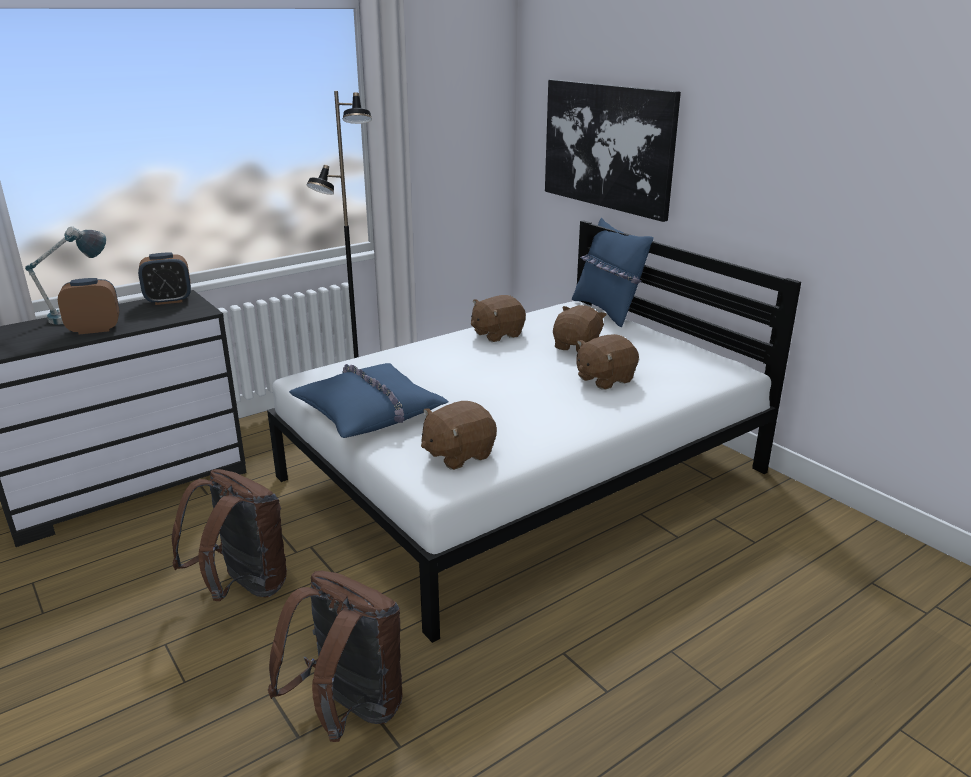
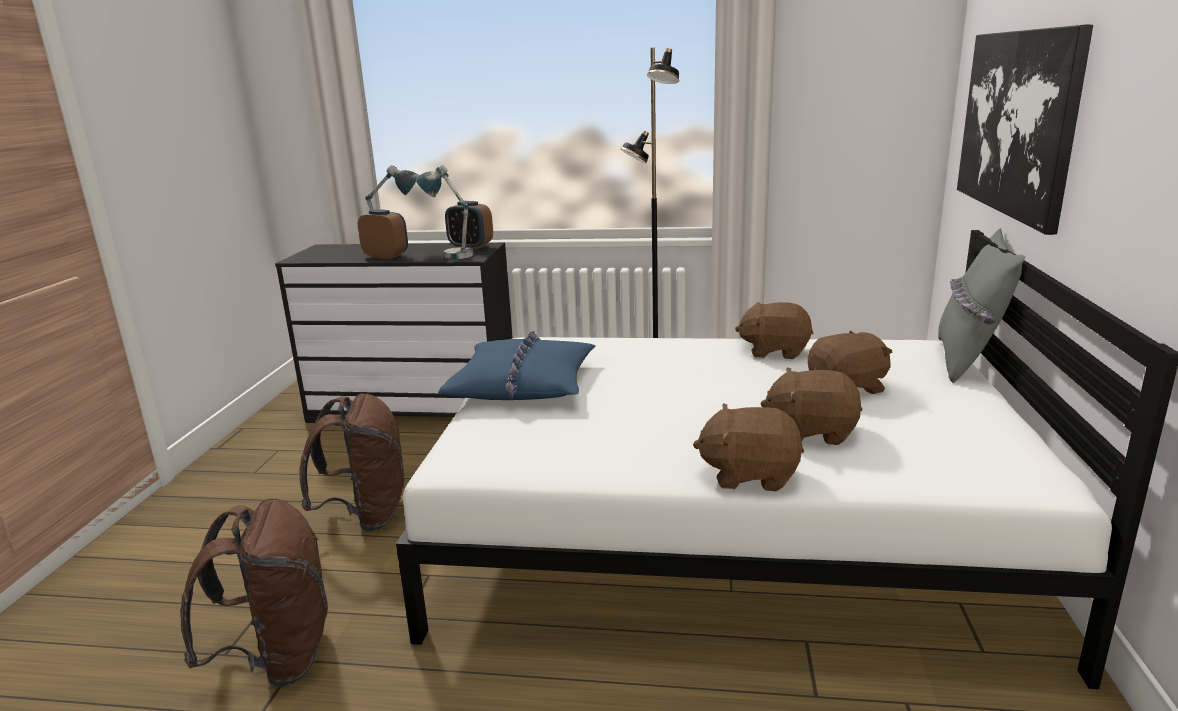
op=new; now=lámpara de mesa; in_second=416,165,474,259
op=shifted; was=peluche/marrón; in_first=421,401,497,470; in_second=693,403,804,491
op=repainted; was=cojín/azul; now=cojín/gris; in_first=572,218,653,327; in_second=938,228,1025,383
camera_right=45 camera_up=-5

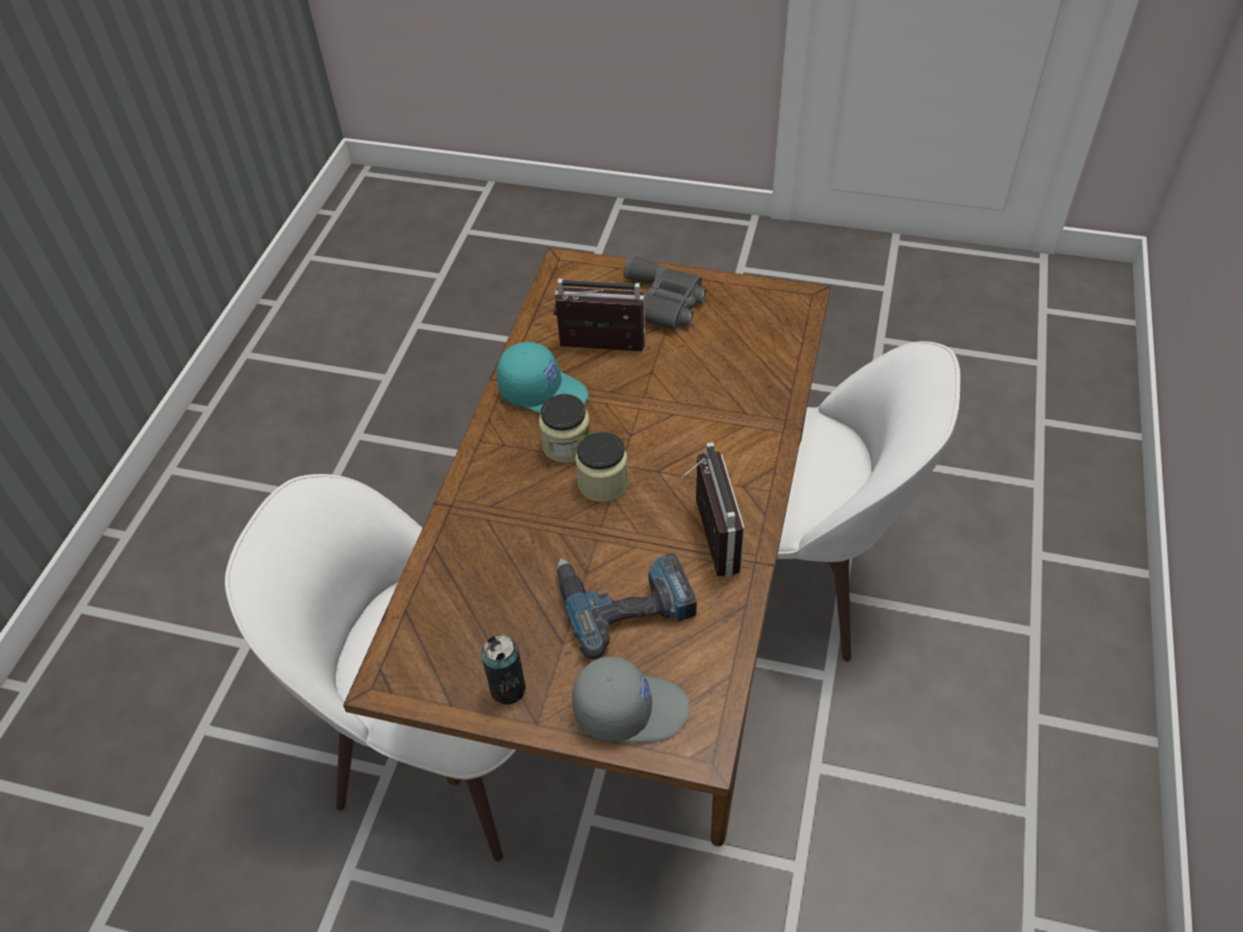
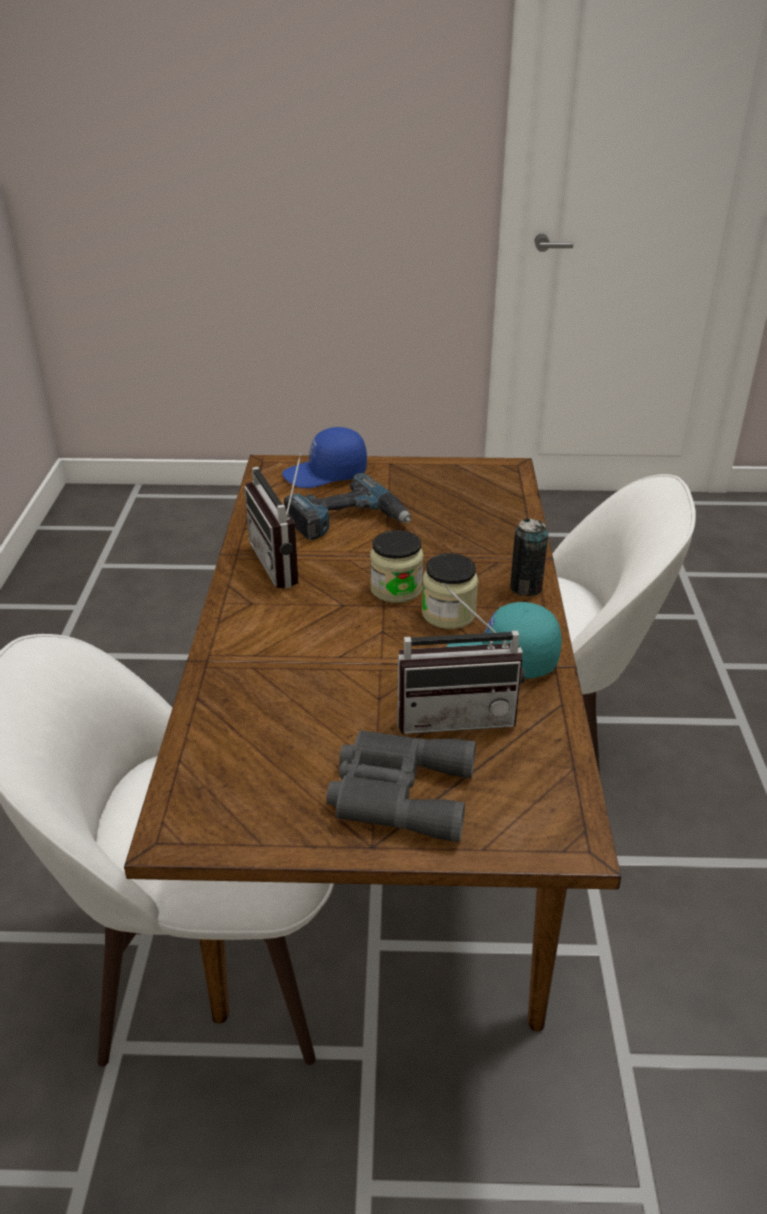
op=shifted; was=lata; in_first=481,634,526,704; in_second=510,518,548,596
op=repainted; was=gorra/gris; now=gorra/azul; in_first=572,656,689,742; in_second=282,427,367,488
camera_right=165 camera_up=-15

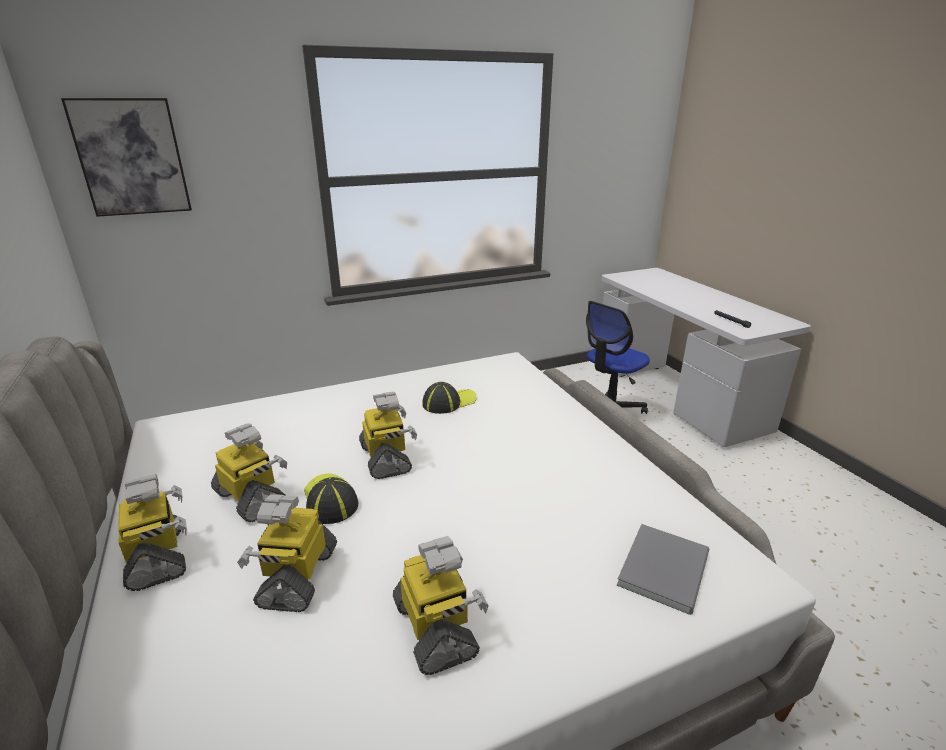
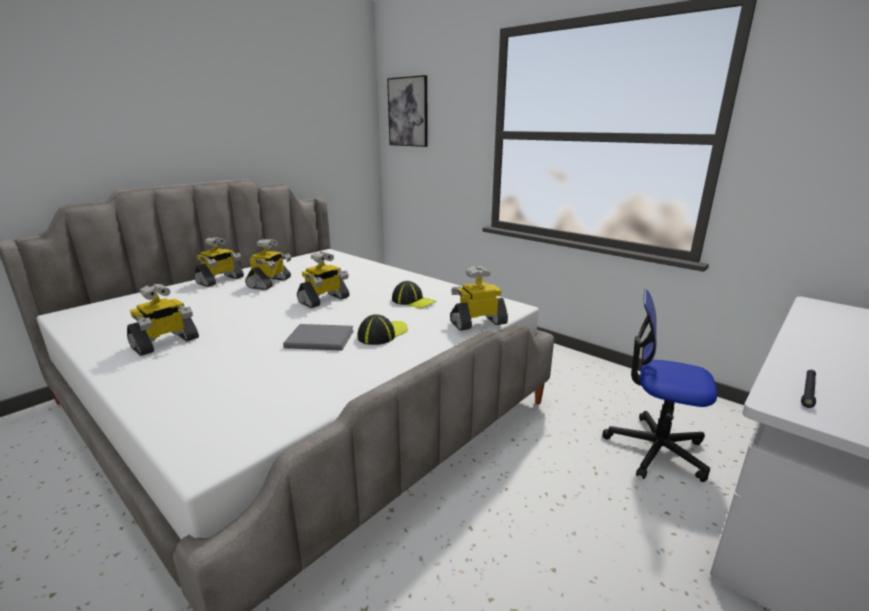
op=shifted; was=robot de juguete; in_first=238,494,337,612; in_second=450,266,508,331
op=shifted; was=gorra; in_first=304,473,358,524; in_second=357,314,408,345
op=shifted; was=libro/gris; in_first=617,524,709,615; in_second=283,324,353,351
camera_right=65 camera_up=-5

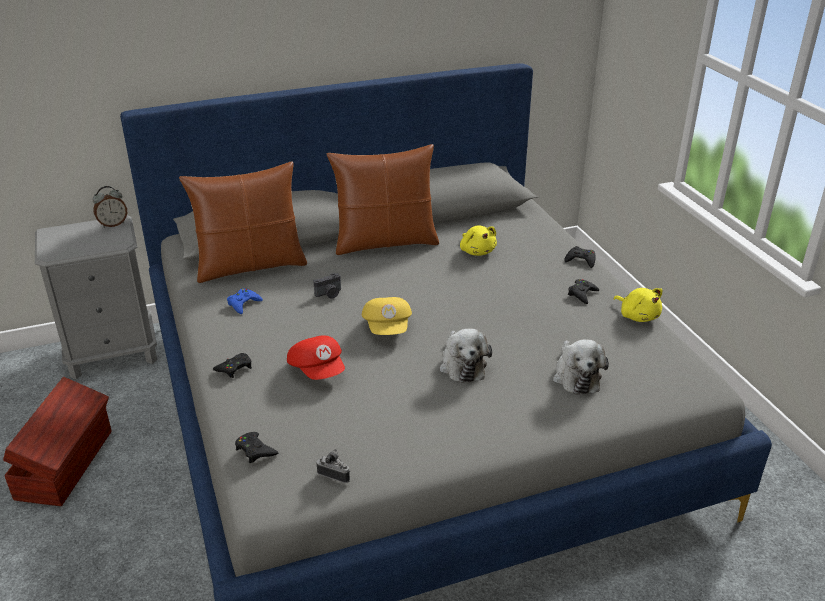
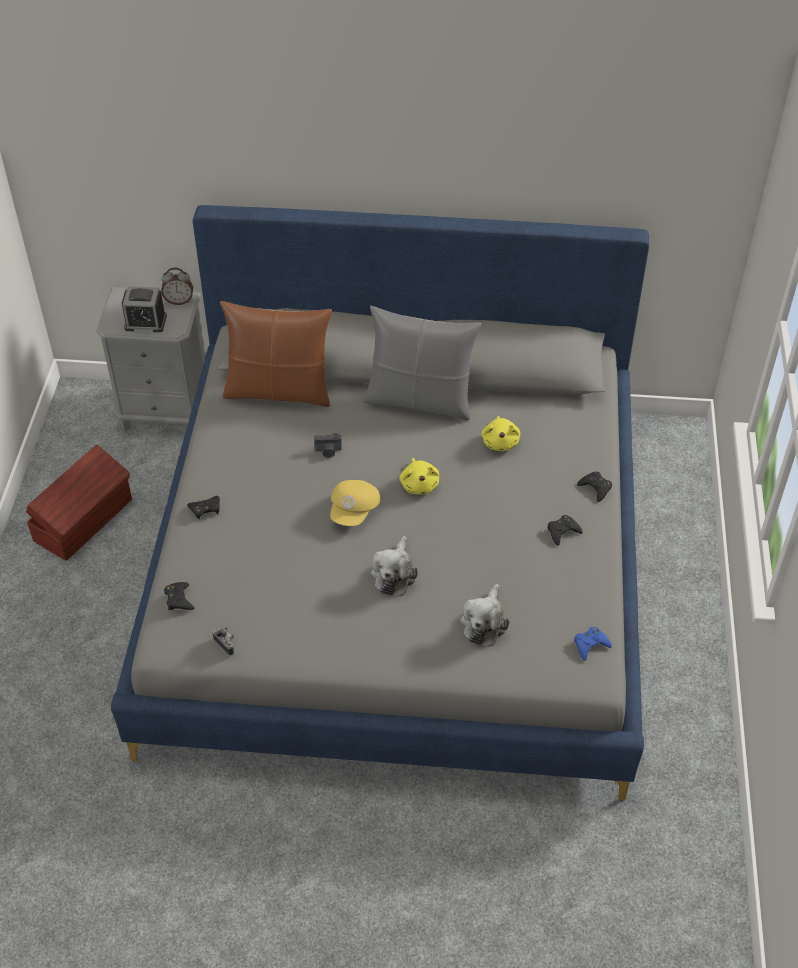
op=gone; was=gorra/rojo; in_first=287,335,345,380
op=new; now=despertador; in_second=122,286,167,332
op=shifted; was=mando de consola/azul; in_first=227,289,263,314; in_second=574,627,612,661
op=shifted; was=peluche/amarillo; in_first=614,288,663,322; in_second=399,458,439,495
op=repainted; was=cojín/marrón; now=cojín/gris; in_first=327,144,439,255; in_second=363,306,481,420
camera_right=25 camera_up=15

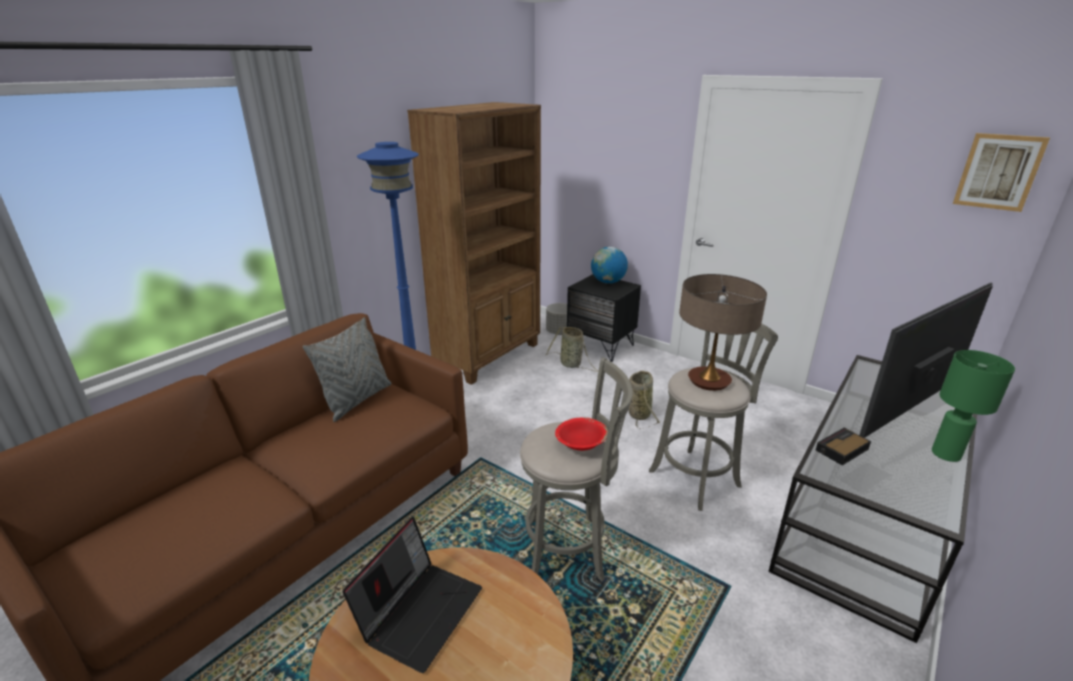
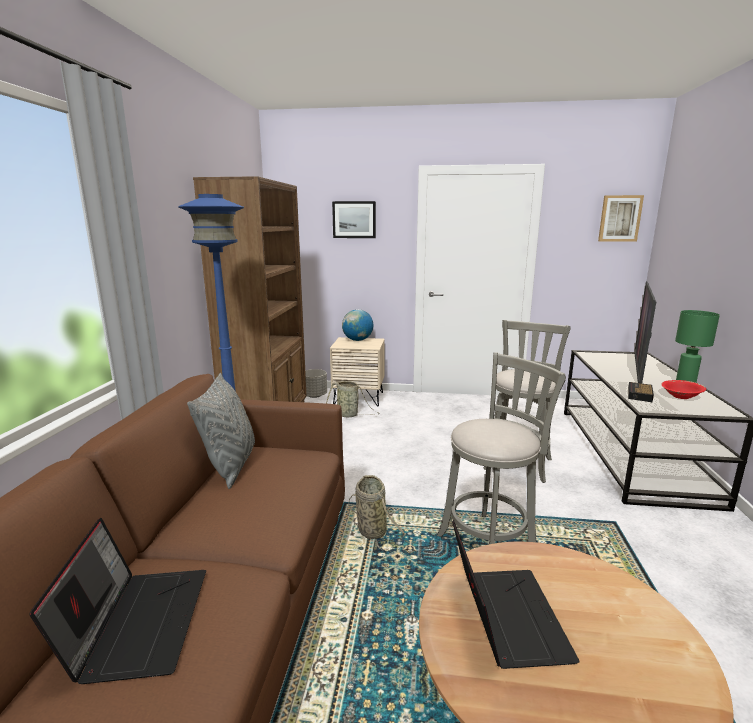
op=gone; was=lámpara de mesa; in_first=679,274,767,391
op=new; now=portátil; in_second=29,518,206,684
op=new; now=cuadro; in_second=332,201,376,238
op=shifted; was=cuenco/rojo; in_first=555,417,608,451; in_second=661,380,706,399
op=shifted; was=cesta; in_first=629,371,660,428; in_second=348,475,406,550
op=repainted; was=mesita de noche/negro; now=mesita de noche/beis; in_first=567,274,641,362; in_second=330,337,385,407
camera_right=-30 camera_up=-10

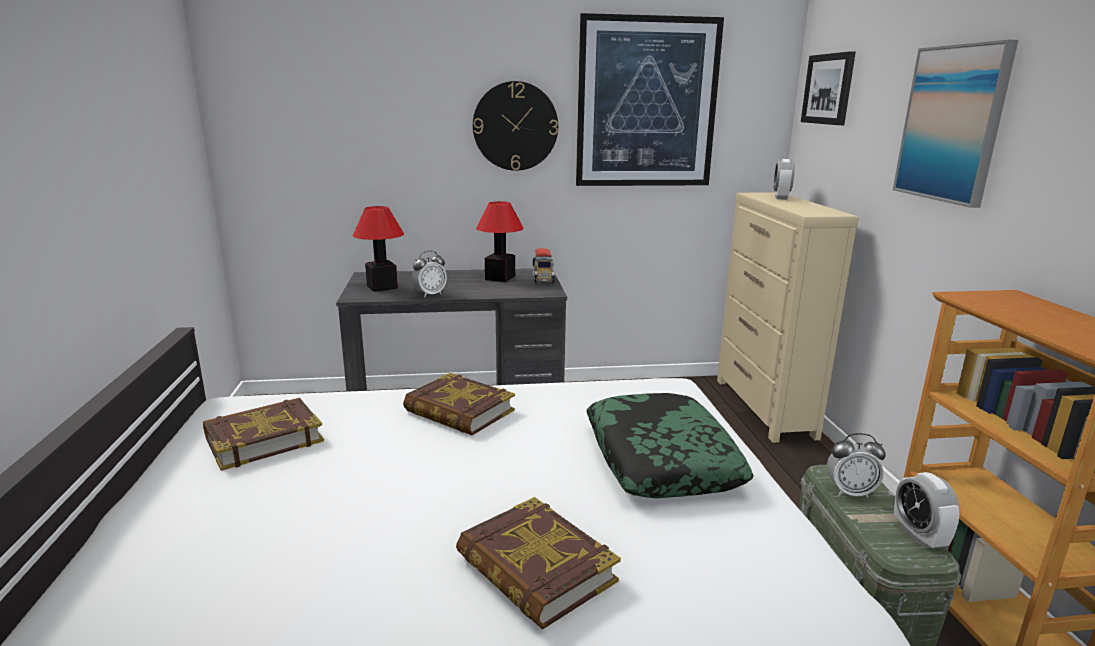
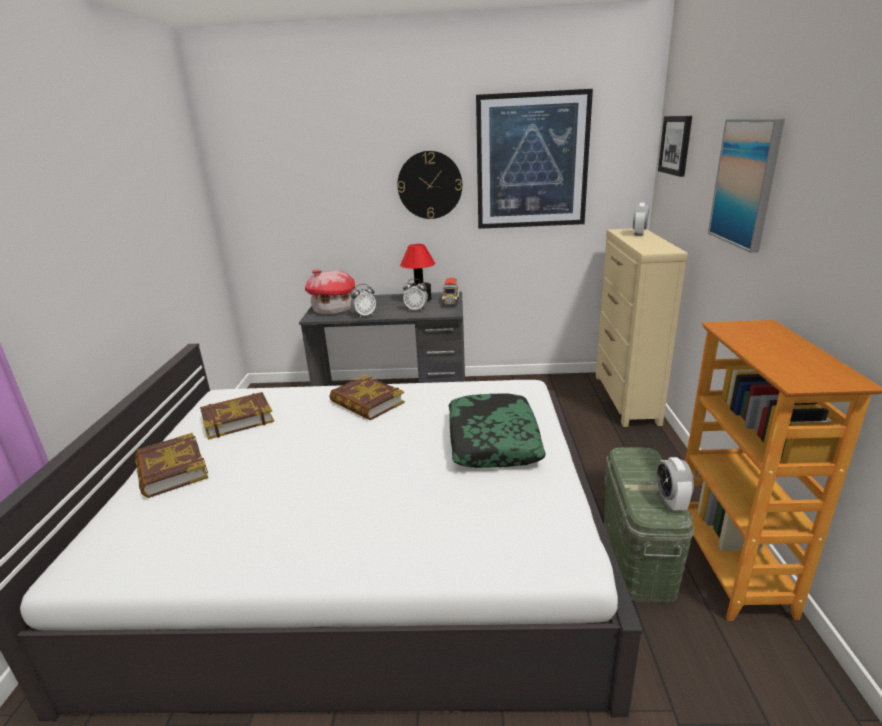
op=shifted; was=libro; in_first=456,497,621,630; in_second=135,433,208,498
op=shifted; was=despertador; in_first=827,433,886,498; in_second=403,279,428,311
op=swapped; was=lámpara de mesa; now=casita; in_first=353,206,404,292; in_second=305,269,355,314
camera_right=10 camera_up=5

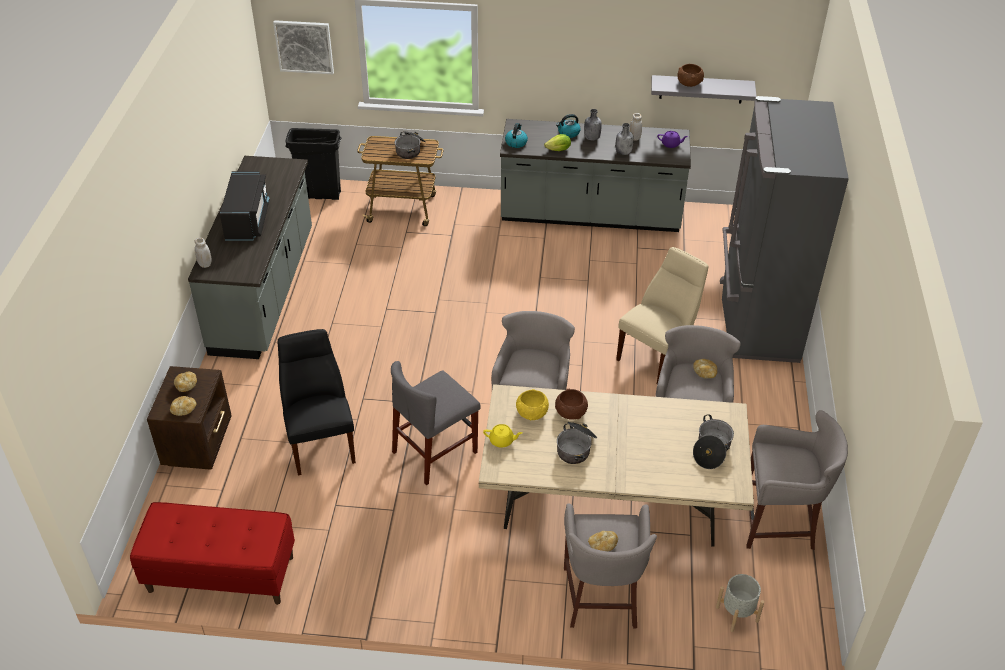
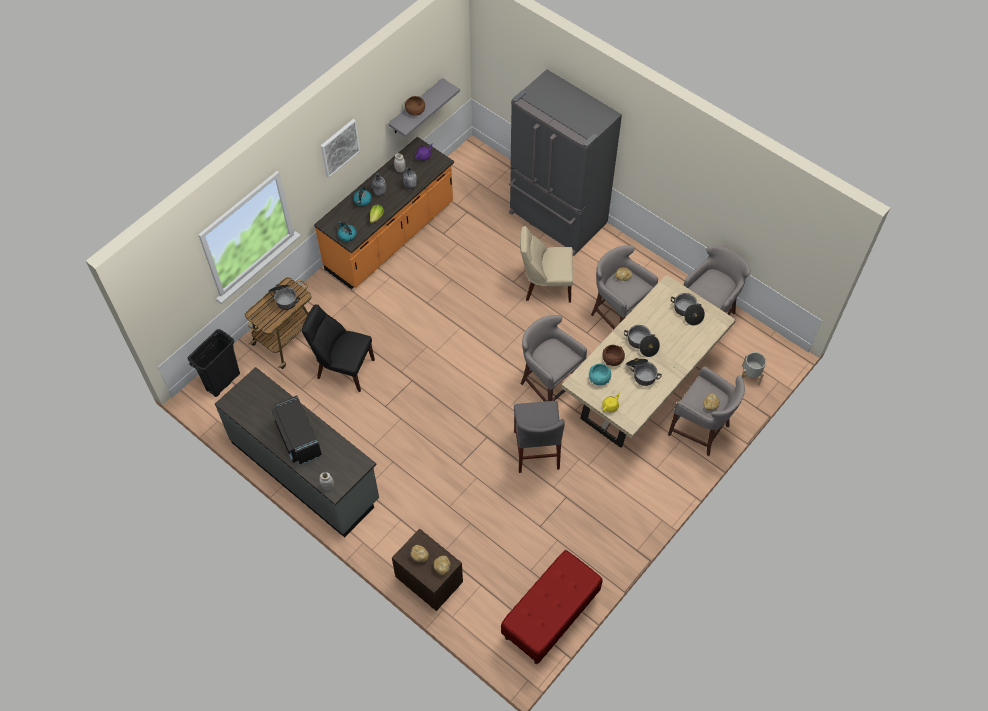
op=new; now=olla; in_second=624,325,660,357
op=shifted; was=cuadro; in_first=273,20,334,74; in_second=321,119,360,178
op=shifted; was=silla/negro; in_first=277,329,356,475; in_second=302,305,375,392
op=repainted; was=mueble bajo de cocina/gris; now=mueble bajo de cocina/naranja; in_first=500,119,691,232; in_second=314,137,454,289
op=repainted; was=cuenco/amarillo; now=cuenco/turquesa; in_first=516,389,549,420; in_second=589,364,611,385
op=rotated; was=microondas/negro; in_first=220,171,270,240; in_second=271,395,322,465; clockwise=-150
op=rotated; was=silla/beis; in_first=616,247,709,384; in_second=520,226,573,303; clockwise=-75
camera_right=-55 camera_up=15

